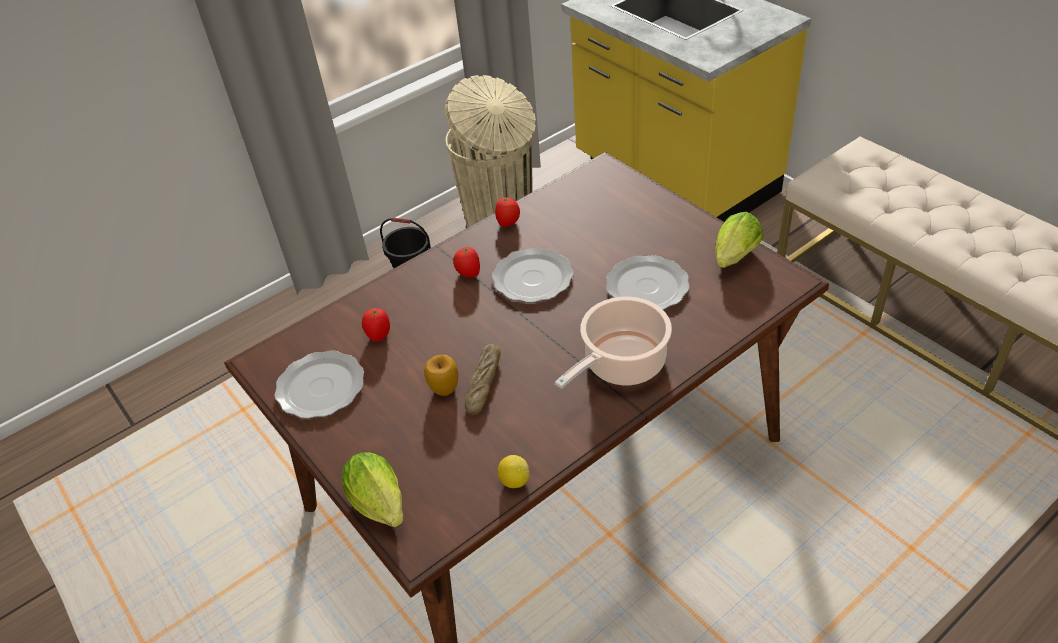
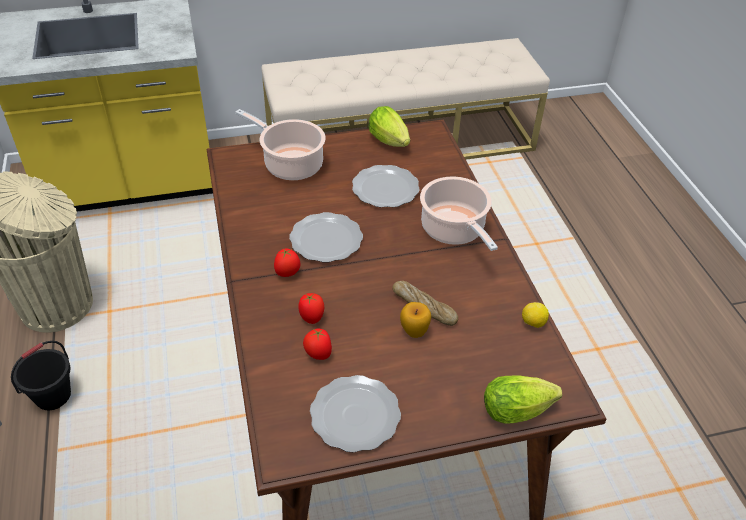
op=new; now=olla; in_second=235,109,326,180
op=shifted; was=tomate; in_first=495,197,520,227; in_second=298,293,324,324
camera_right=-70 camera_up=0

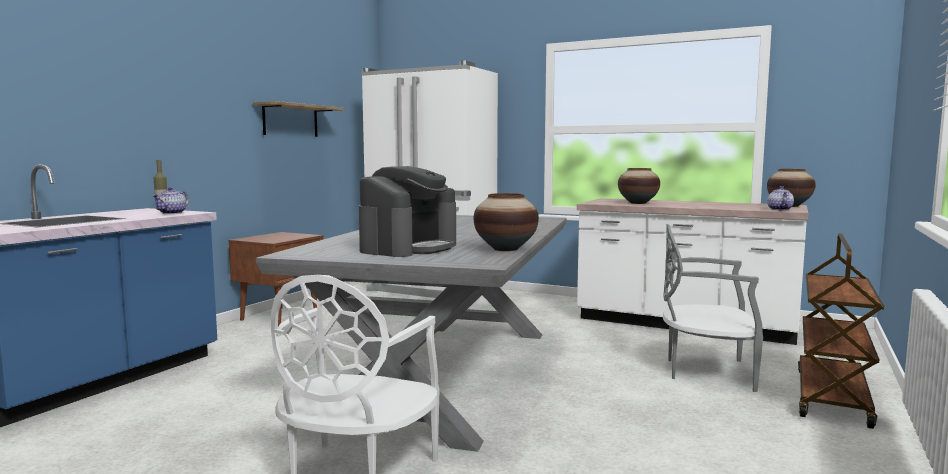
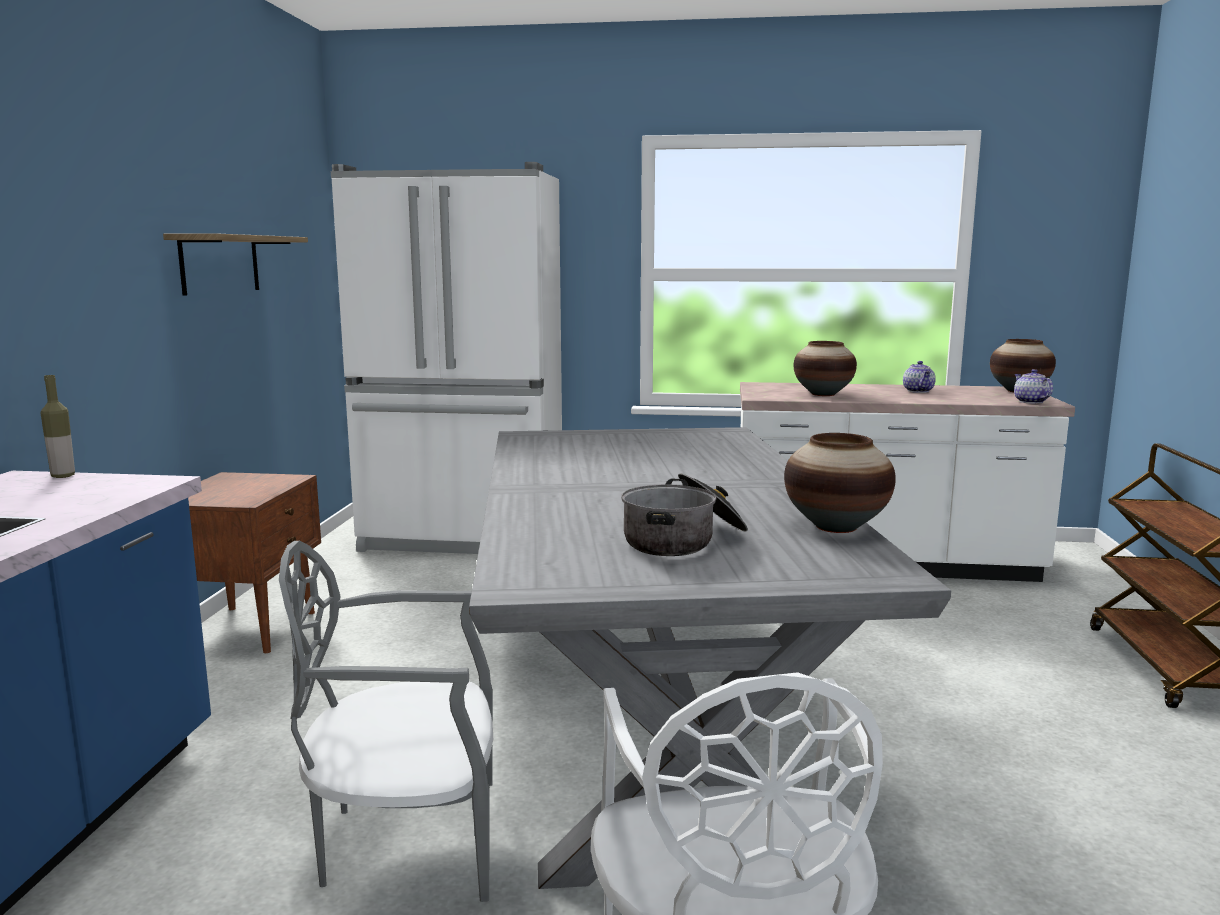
op=shifted; was=tetera; in_first=152,187,189,214; in_second=903,361,936,393
op=shifted; was=silla/gris; in_first=663,224,763,392; in_second=279,541,493,902
op=swapped; was=cafetera; now=olla; in_first=359,166,456,257; in_second=621,473,748,556
camera_right=-20 camera_up=5

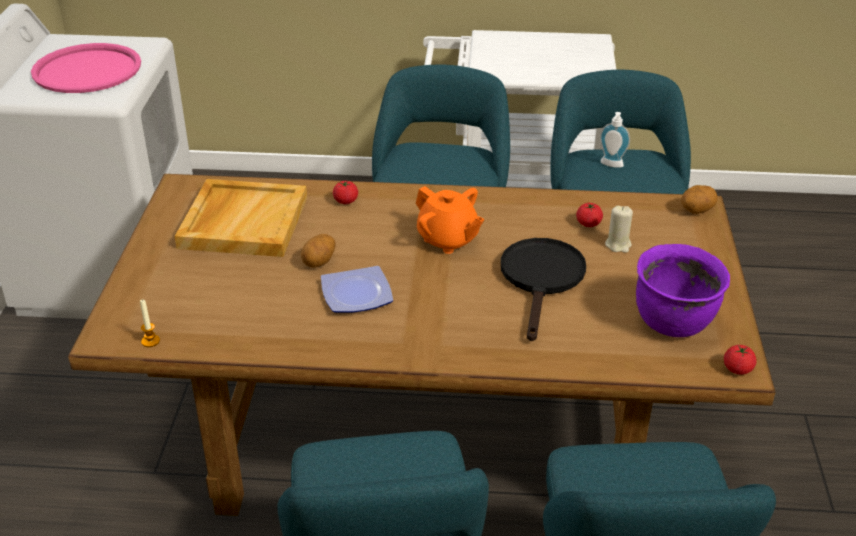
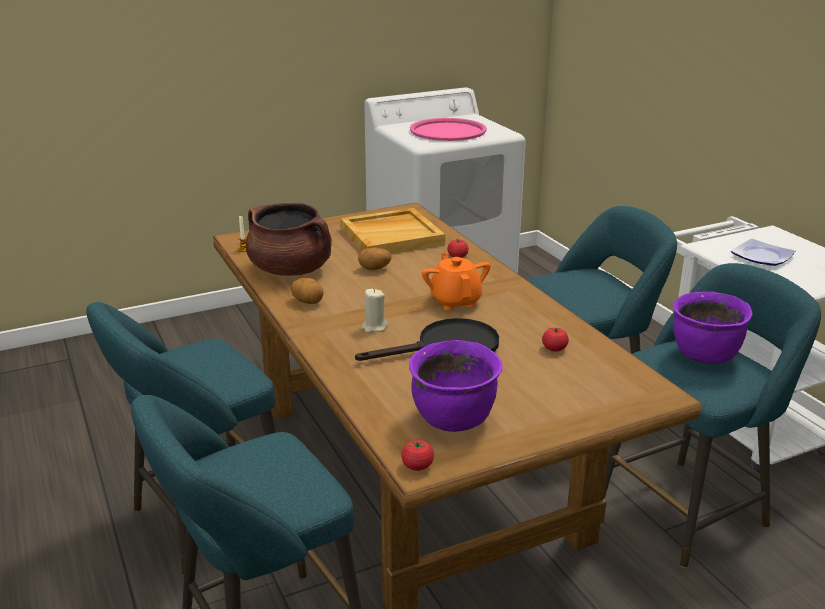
op=new; now=olla/marrón; in_second=245,203,332,276
op=shifted; was=plato; in_first=321,266,393,313; in_second=731,239,795,266
op=shifted; was=vela/beis; in_first=605,206,633,253; in_second=362,289,388,333
op=shifted; was=patata; in_first=681,185,718,214; in_second=291,278,324,304
op=swapped; was=dispensador de jabón; now=olla/morado; in_first=600,112,630,168; in_second=673,291,752,364
op=rotated; was=tetera/naranja; in_first=416,186,484,254; in_second=422,253,490,310; clockwise=150
camera_right=60 camera_up=-10

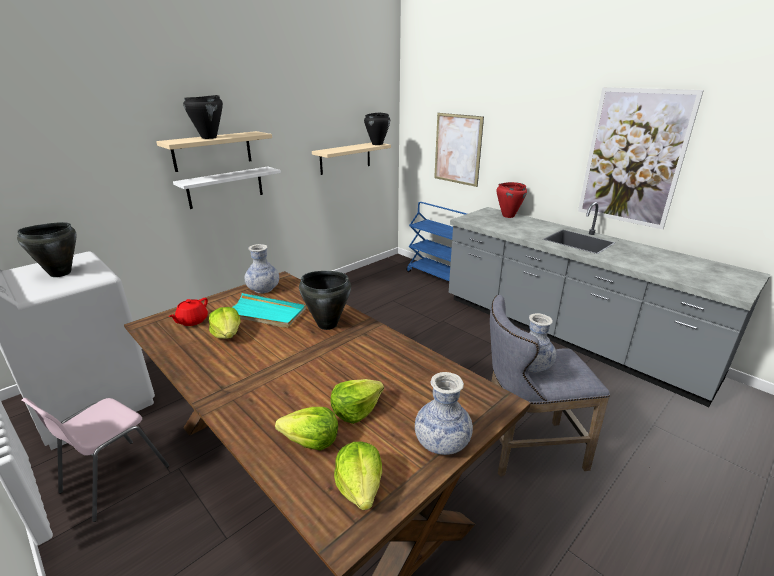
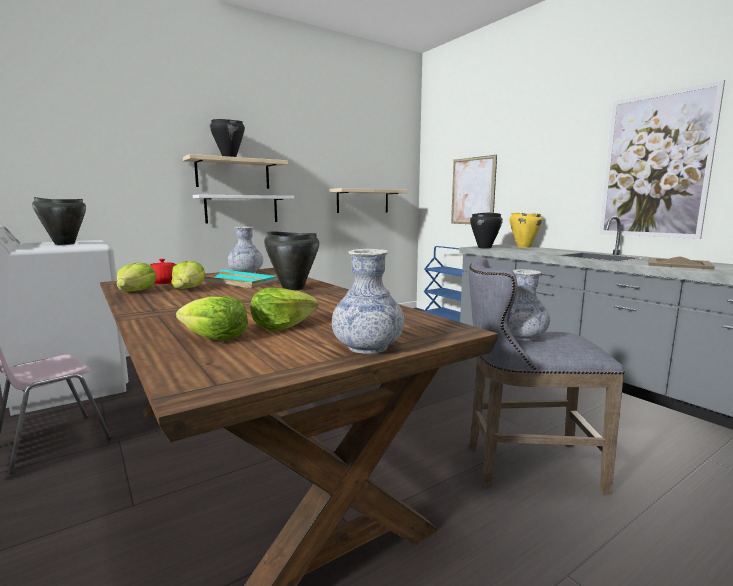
op=new; now=bandeja/beis; in_second=649,257,715,269
op=shifted; was=lechuga; in_first=334,442,382,510; in_second=117,263,156,292
op=shifted; was=olla/negro; in_first=364,113,390,145; in_second=470,212,503,248
op=repainted; was=olla/rojo; now=olla/amarillo; in_first=497,182,527,218; in_second=510,213,542,248
camera_right=10 camera_up=-15

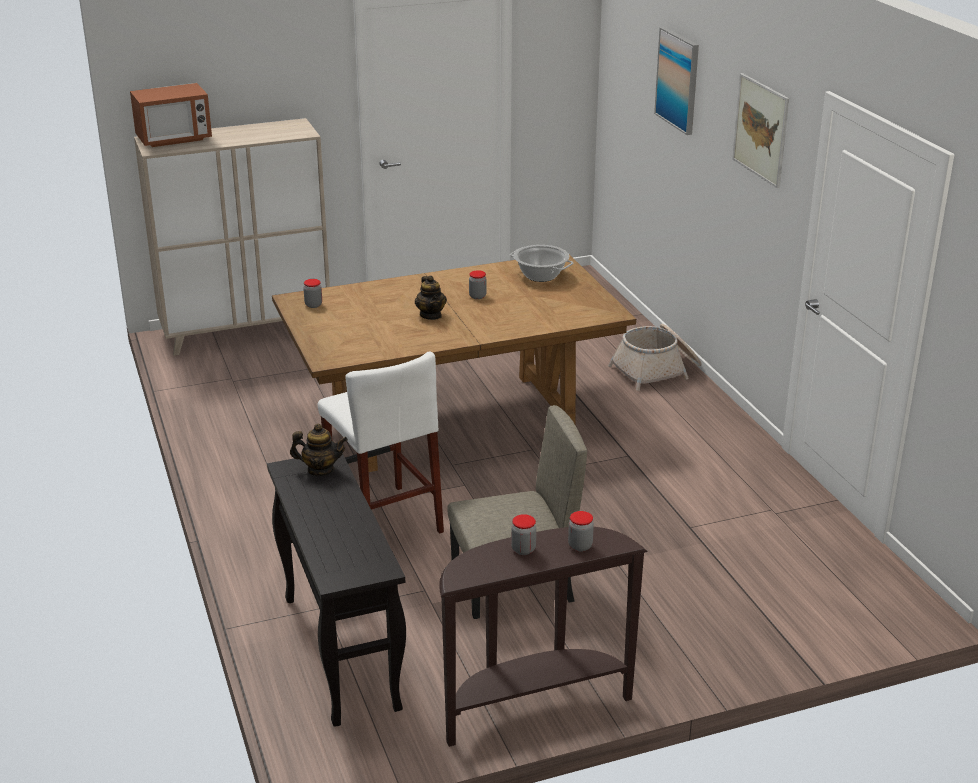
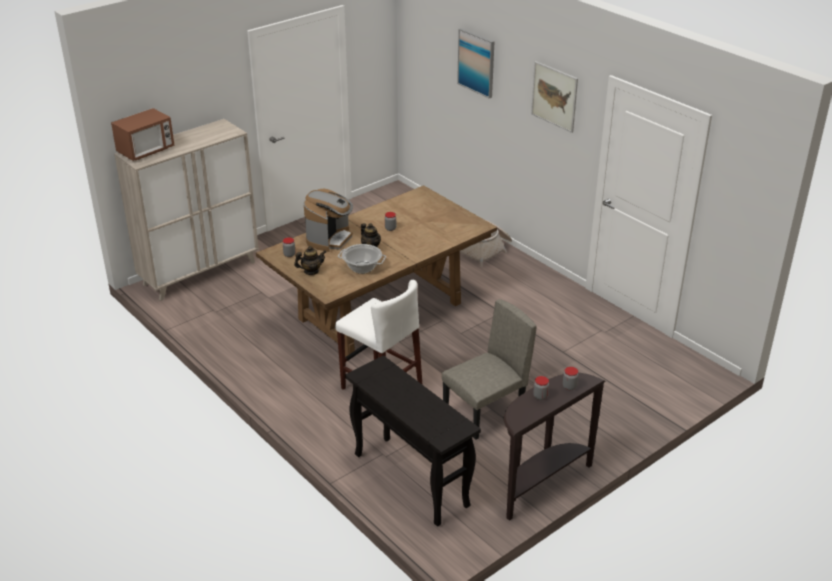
op=new; now=cafetera; in_second=304,189,353,252
op=shifted; was=tetera; in_first=290,424,348,476; in_second=294,246,326,275
op=shifted; was=olla; in_first=510,245,573,282; in_second=338,244,386,274
camera_right=-20 camera_up=5

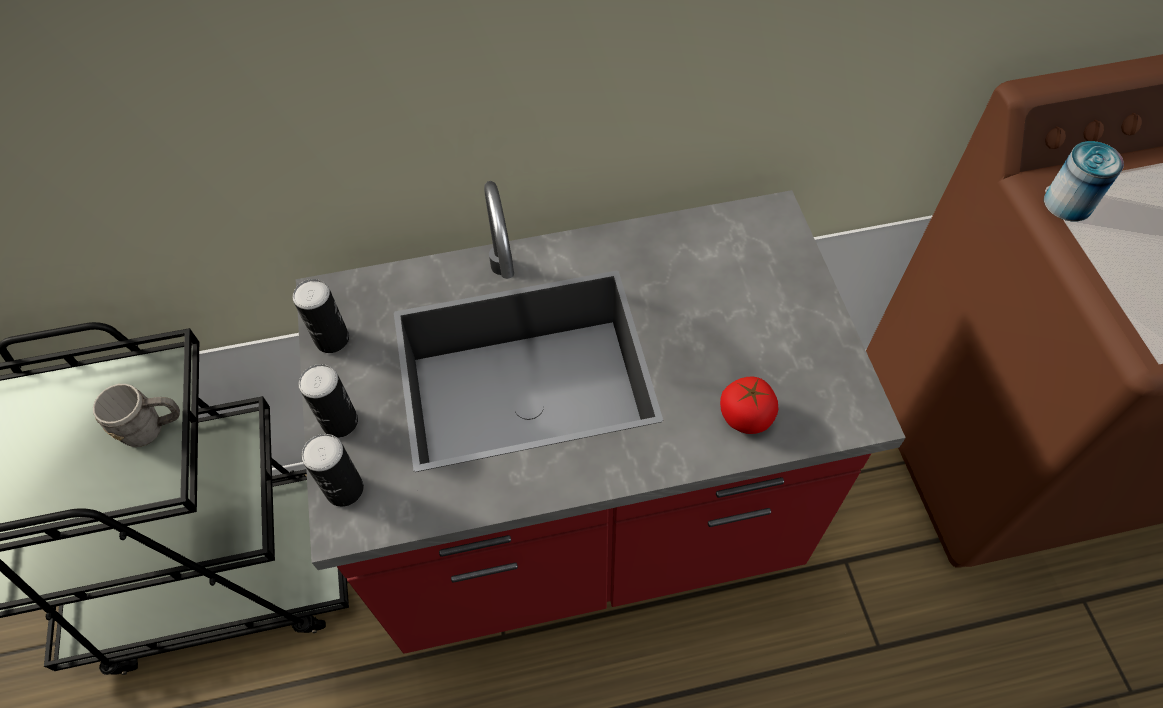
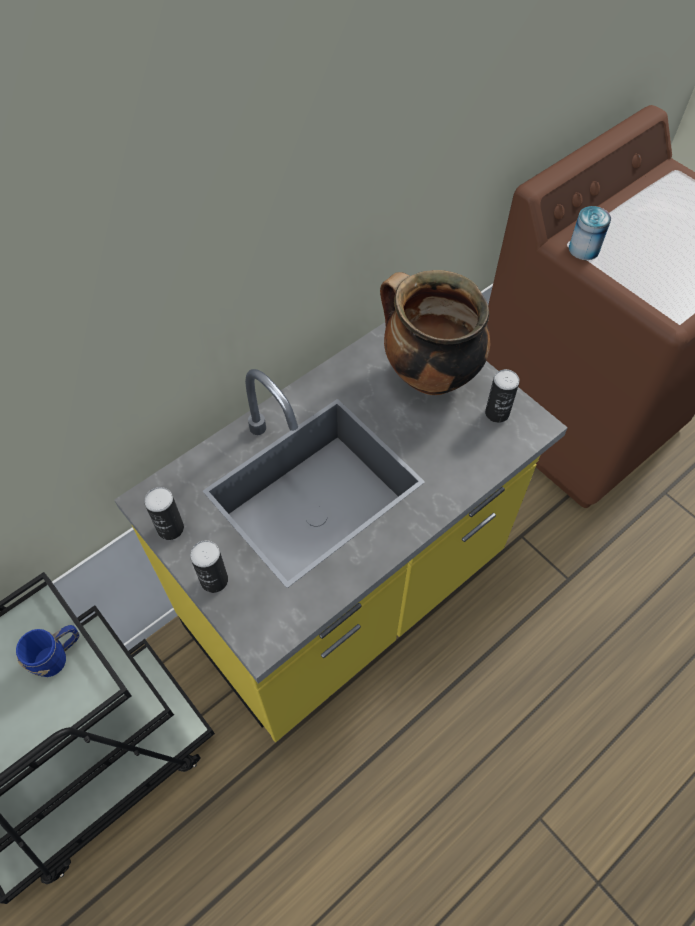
op=gone; was=tomate; in_first=720,376,778,434
op=new; now=olla; in_second=380,270,491,395
op=shifted; was=lata; in_first=301,434,364,507; in_second=485,369,520,423
op=repainted; was=taza grande/gris; now=taza grande/azul; in_first=93,384,180,447; in_second=16,625,80,677
op=repainted; was=mueble bajo de cocina/rojo; now=mueble bajo de cocina/amarillo; in_first=296,181,906,654; in_second=114,322,568,742
camera_right=-30 camera_up=0

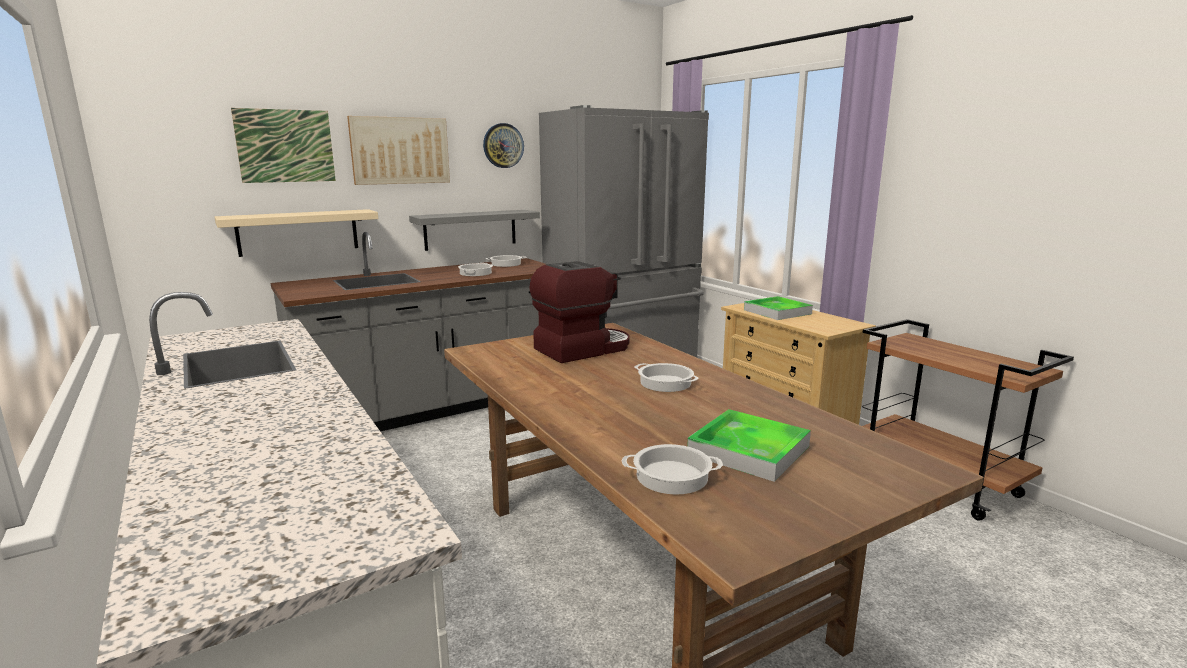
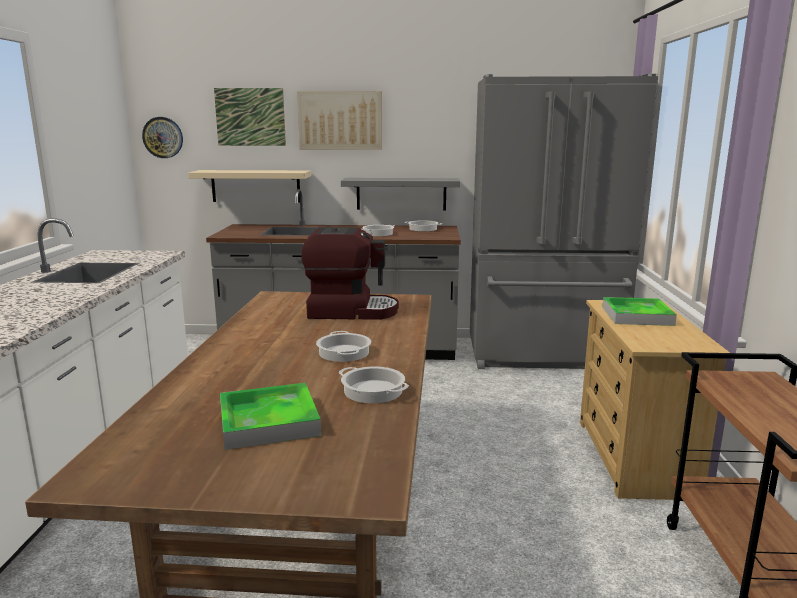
op=shifted; was=reloj de pared; in_first=483,123,524,168; in_second=142,117,183,158
op=shifted; was=olla; in_first=622,444,723,494; in_second=338,366,409,403
camera_right=35 camera_up=0

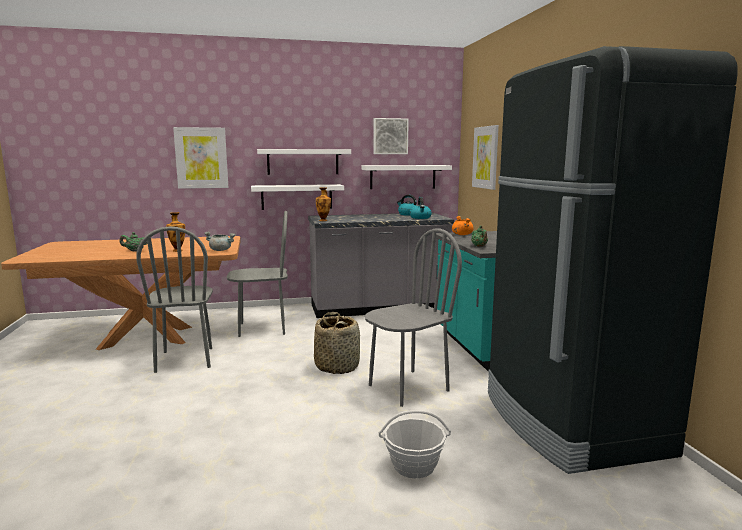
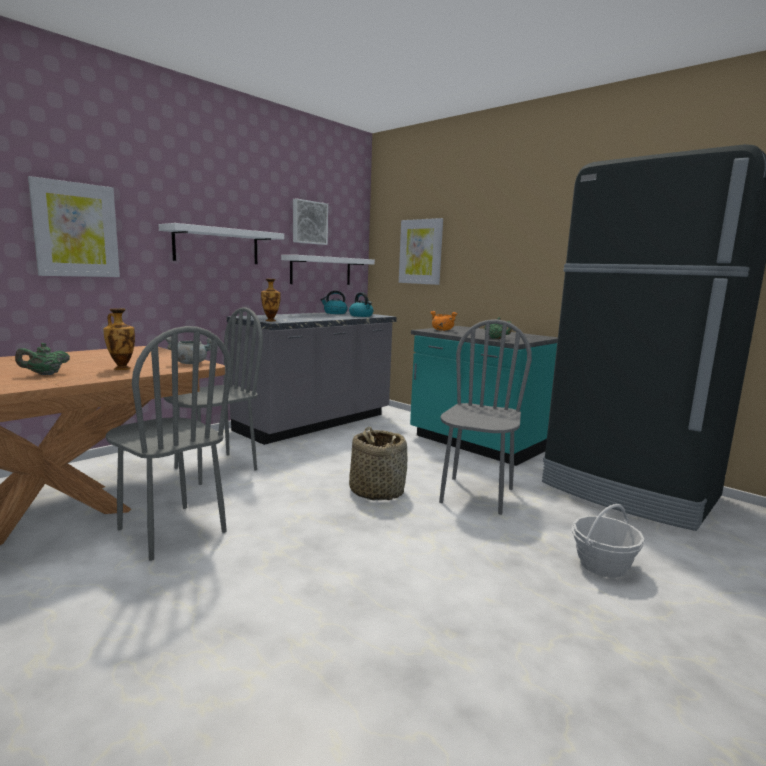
op=gone; was=estante/blanco; in_first=251,184,344,210
camera_right=-35 camera_up=0

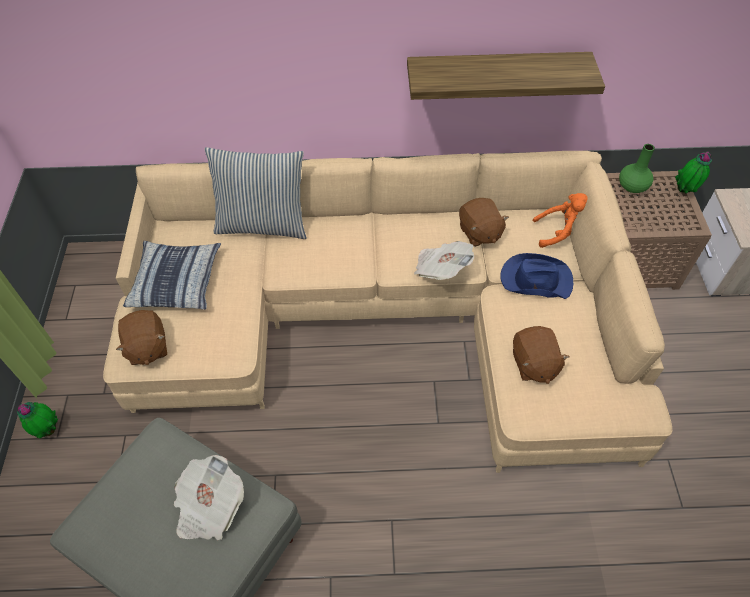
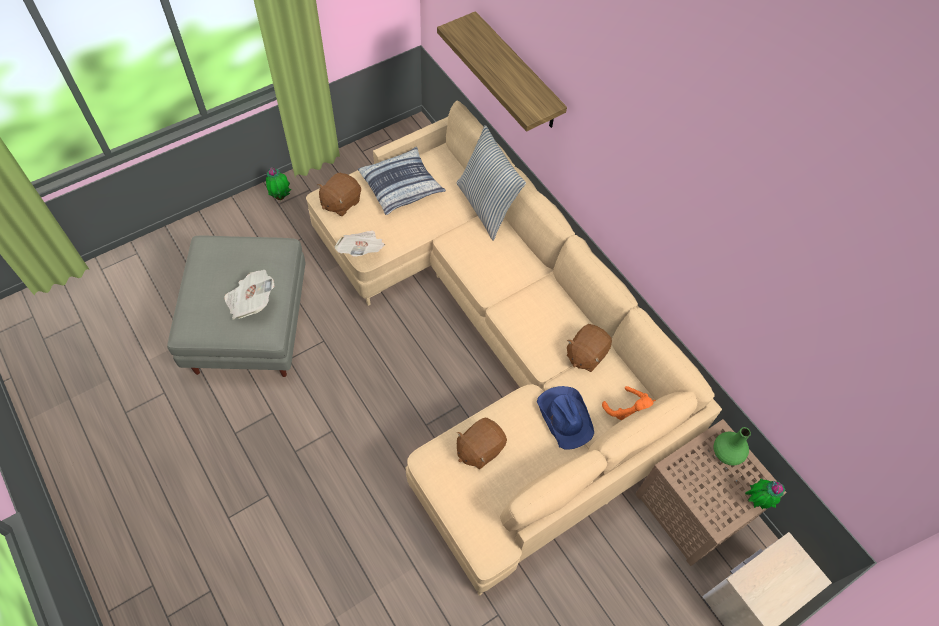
op=shifted; was=estante; in_first=407,52,605,100; in_second=437,11,567,132
op=shifted; was=periódico; in_first=414,241,474,280; in_second=334,231,385,257
camera_right=55 camera_up=5

